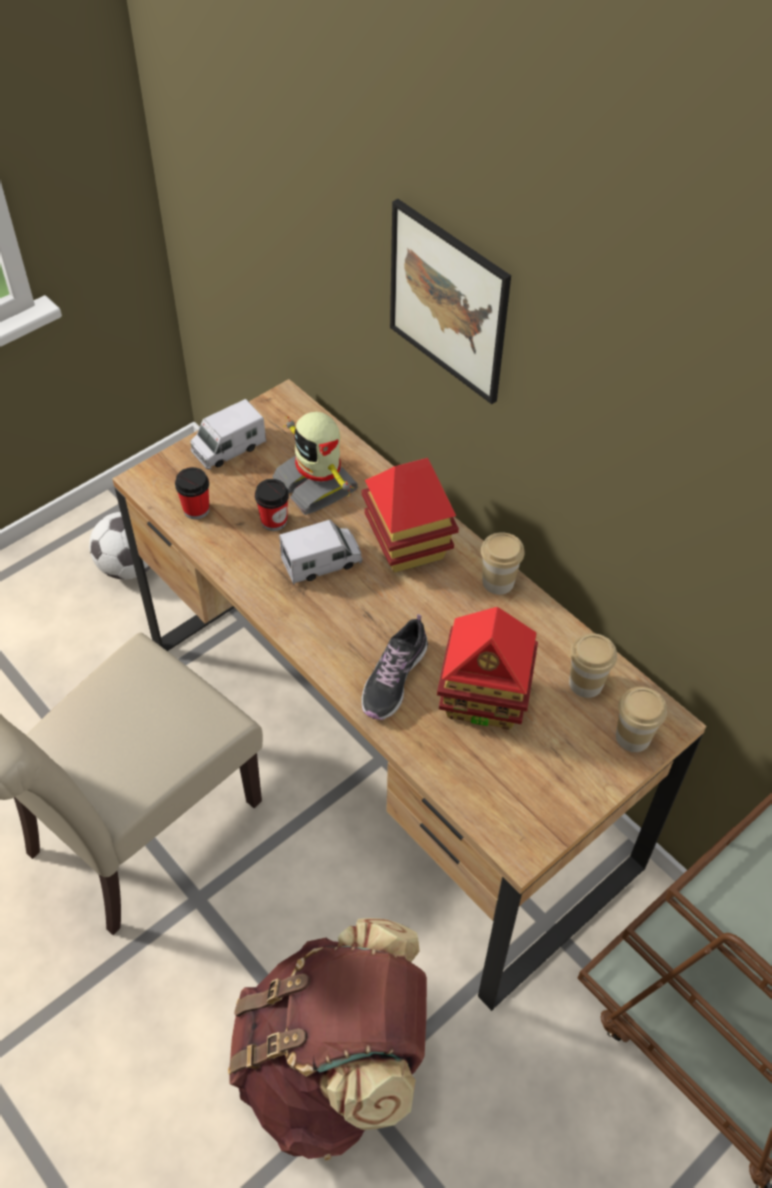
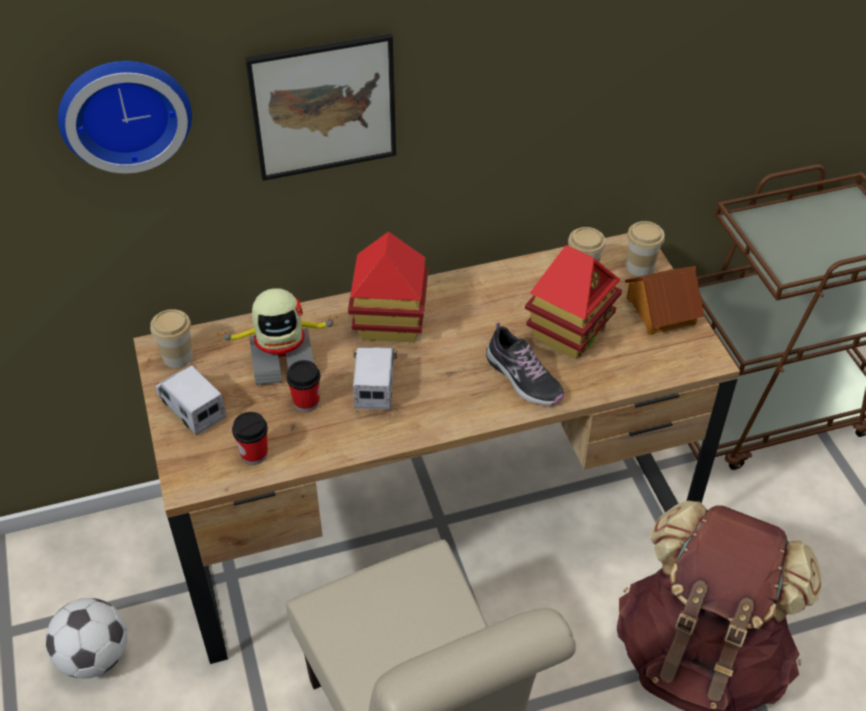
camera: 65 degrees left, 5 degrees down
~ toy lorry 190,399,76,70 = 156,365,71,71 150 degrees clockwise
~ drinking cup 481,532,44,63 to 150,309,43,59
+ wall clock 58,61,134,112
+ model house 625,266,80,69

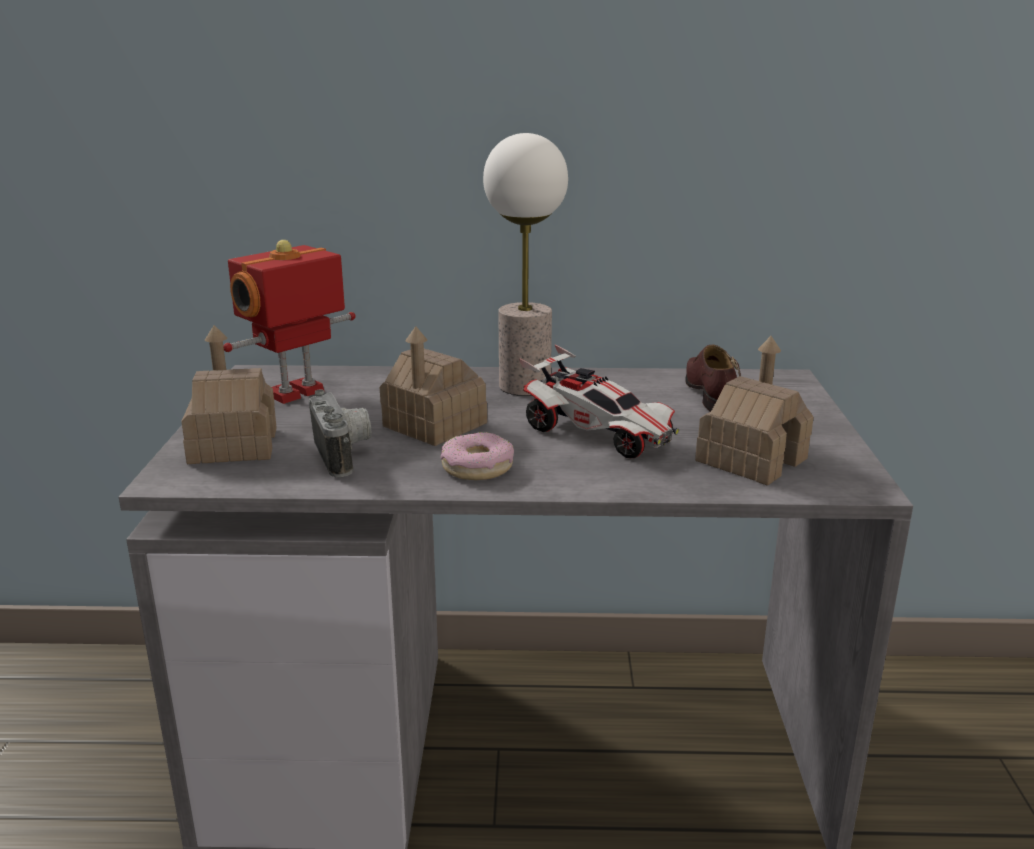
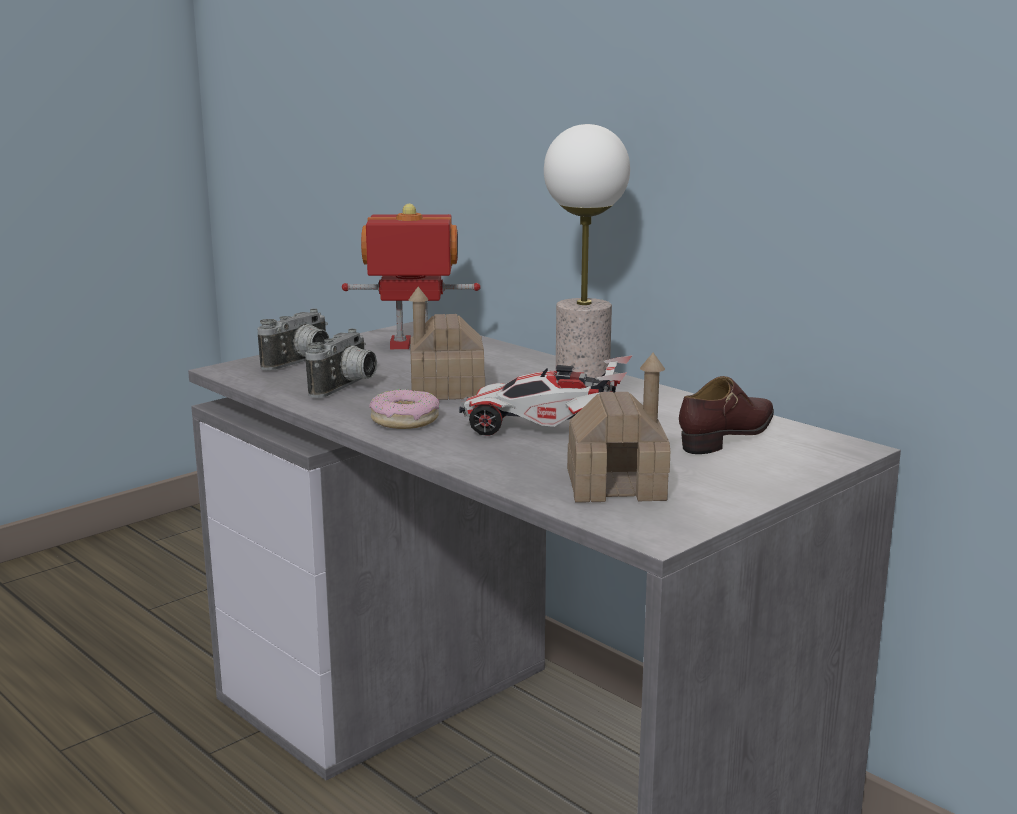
camera: 45 degrees right, 5 degrees down
~ model house 181,325,96,139 to still camera 257,309,72,61
~ model car 519,345,160,113 = 459,356,173,80 105 degrees clockwise

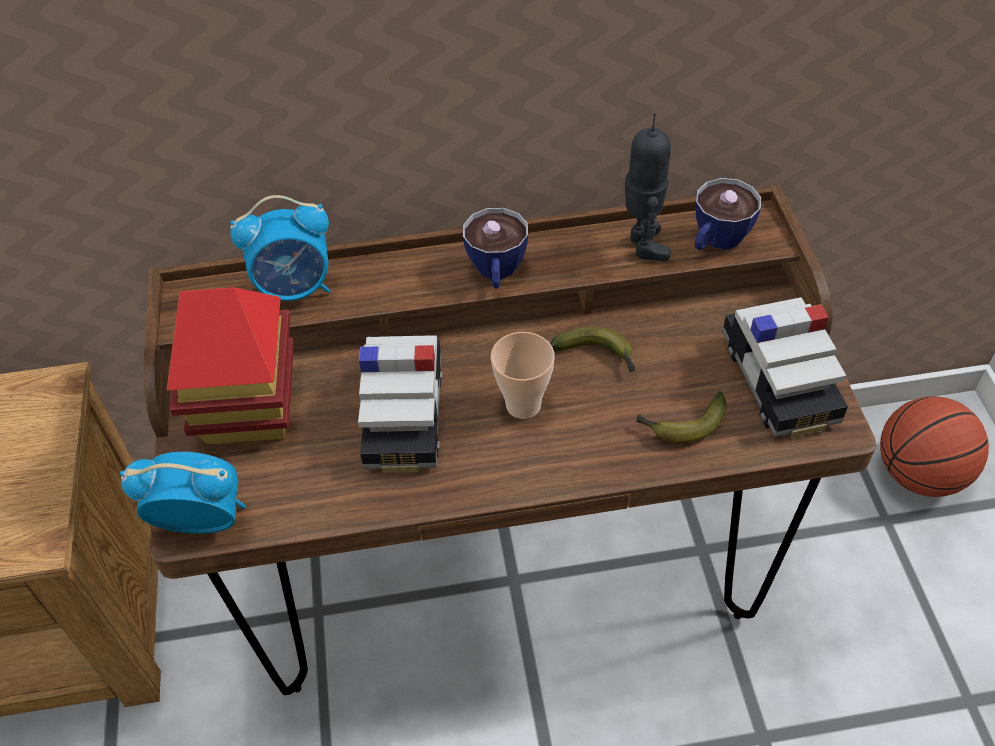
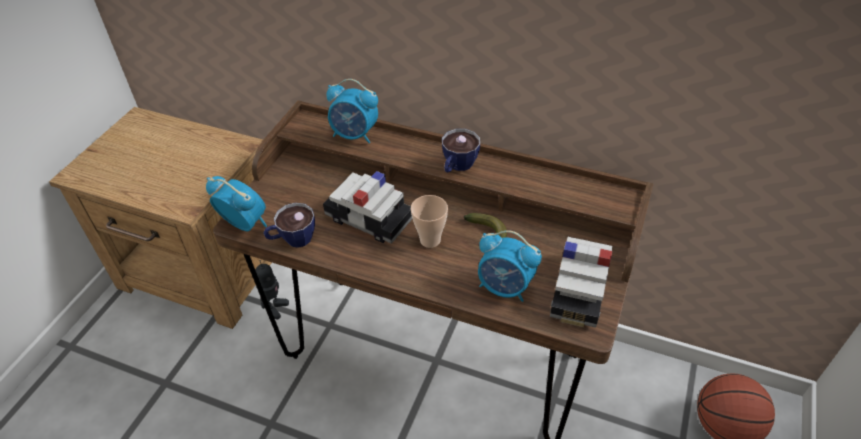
camera: 30 degrees right, 5 degrees down
- model house 167,287,127,158
~ model car 358,335,85,138 = 323,171,89,73 90 degrees clockwise
~ robot figure 625,113,46,149 to 255,260,34,60
~ banana fruit 636,391,90,52 to table clock 478,230,64,72
~ drinking cup 695,178,66,72 to 264,203,51,45

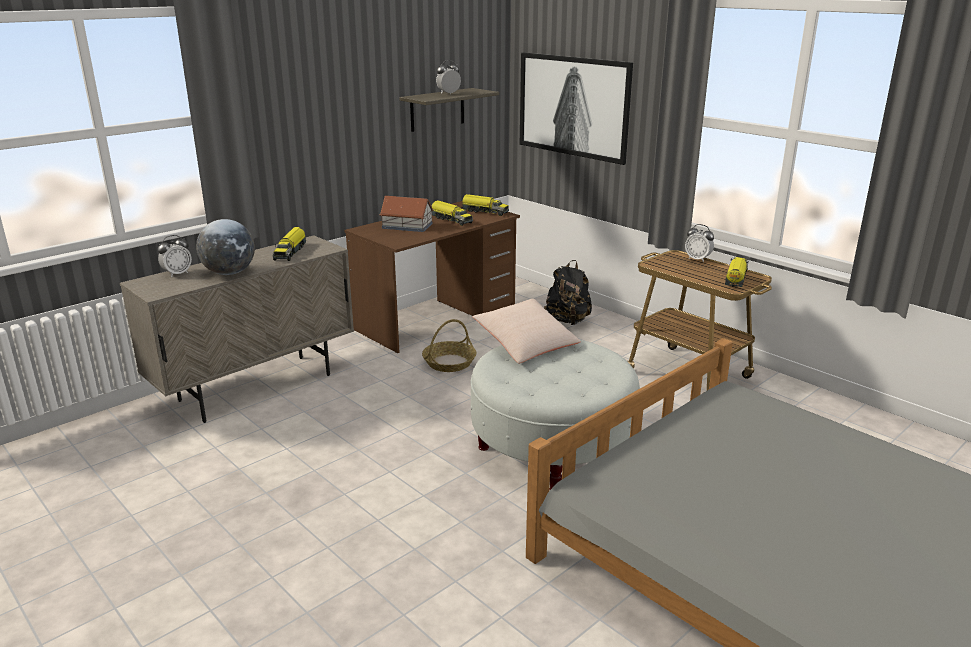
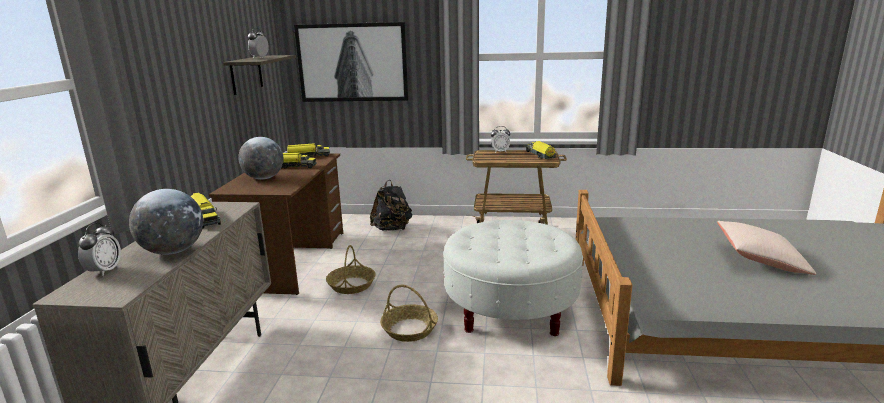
camera: 40 degrees left, 5 degrees down
~ model house 380,196,54,36 to globe 238,137,45,43
~ cushion in beige 473,299,108,65 to 717,221,99,54
+ storage basket 380,285,58,57

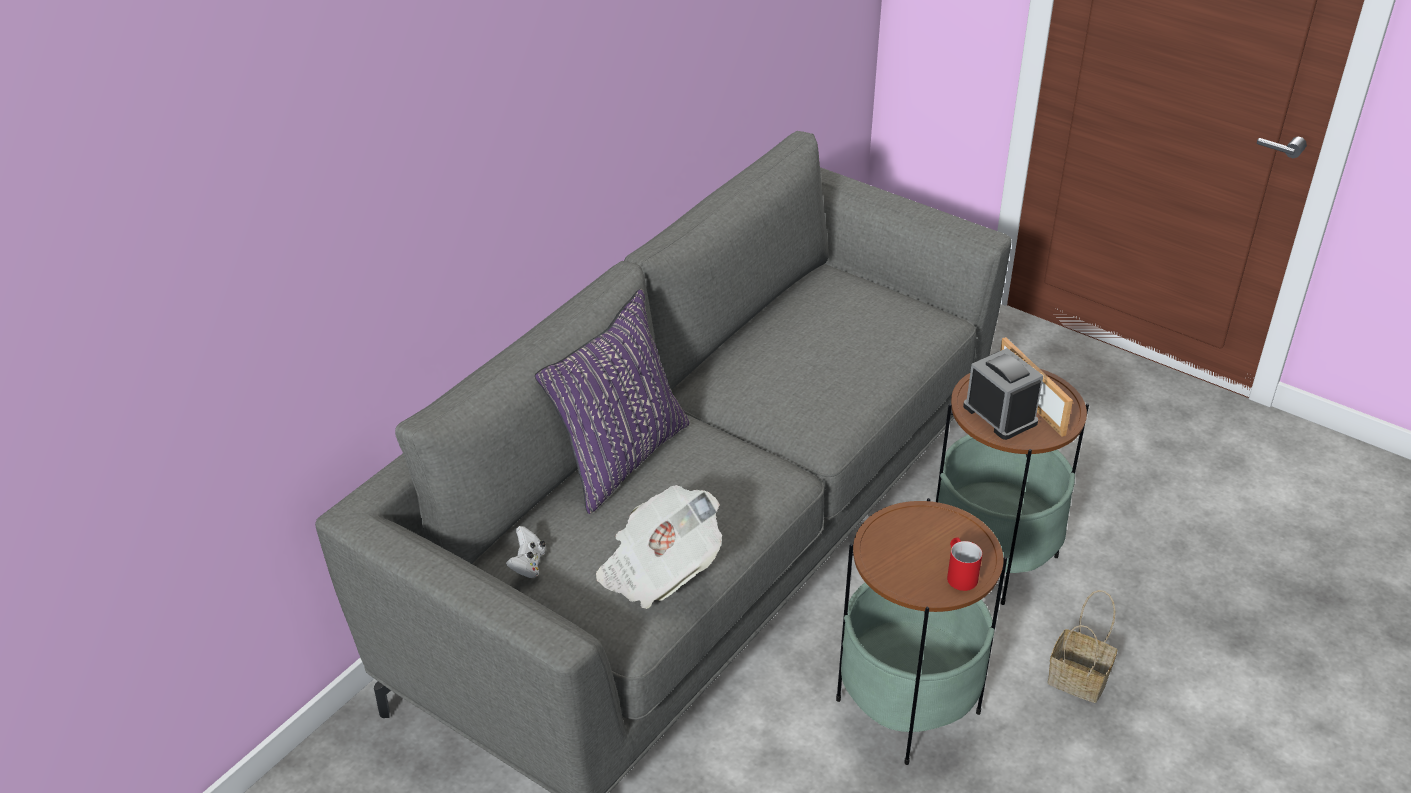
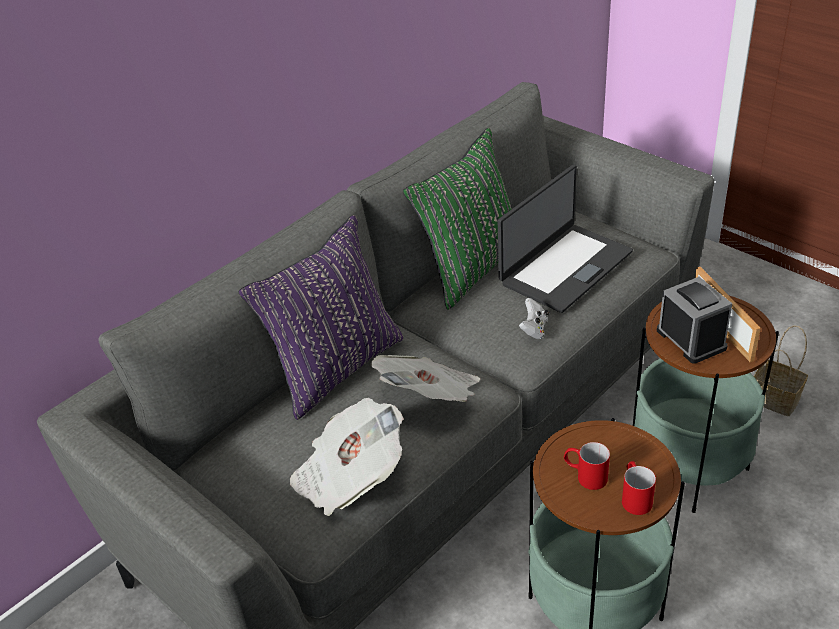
camera: 10 degrees right, 0 degrees up
~ joypad in white-coloured 506,526,39,52 to 519,298,30,41
~ storage basket 1047,590,70,113 to 754,325,54,91
+ printed paper 371,355,109,47
+ cushion in green-coloured 403,128,109,182
+ laptop 498,165,135,148
+ coffee mug in reddish 564,442,46,48

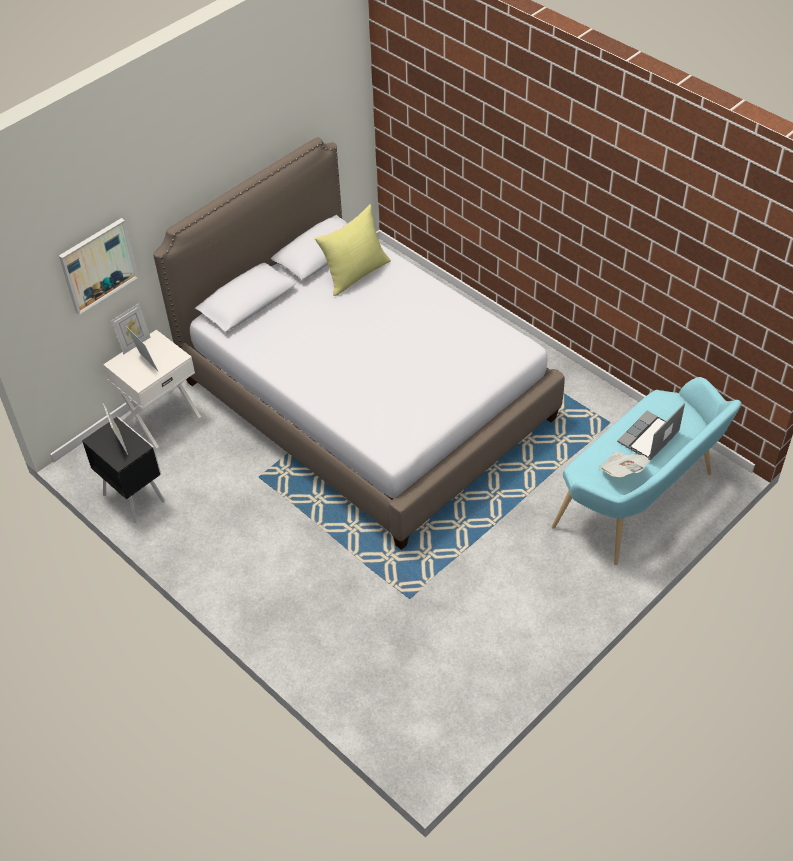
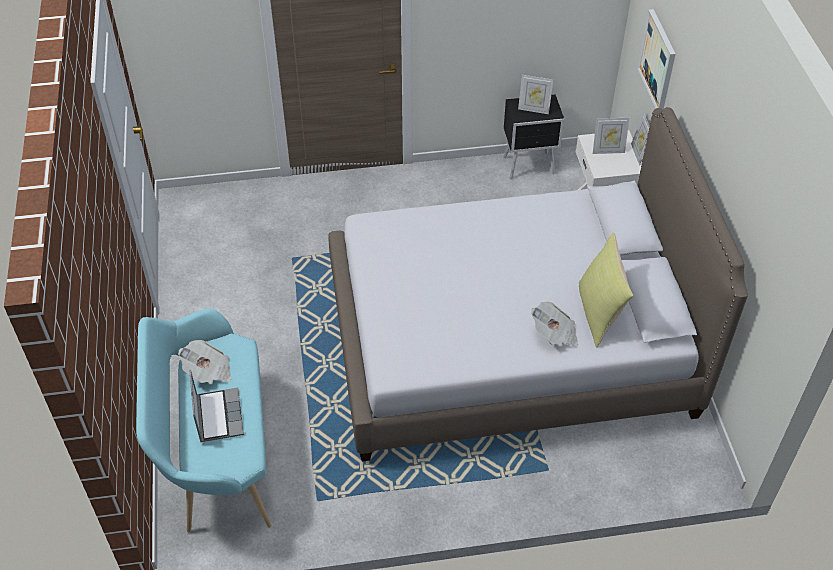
camera: 125 degrees right, 0 degrees up
+ printed paper 531,302,47,45

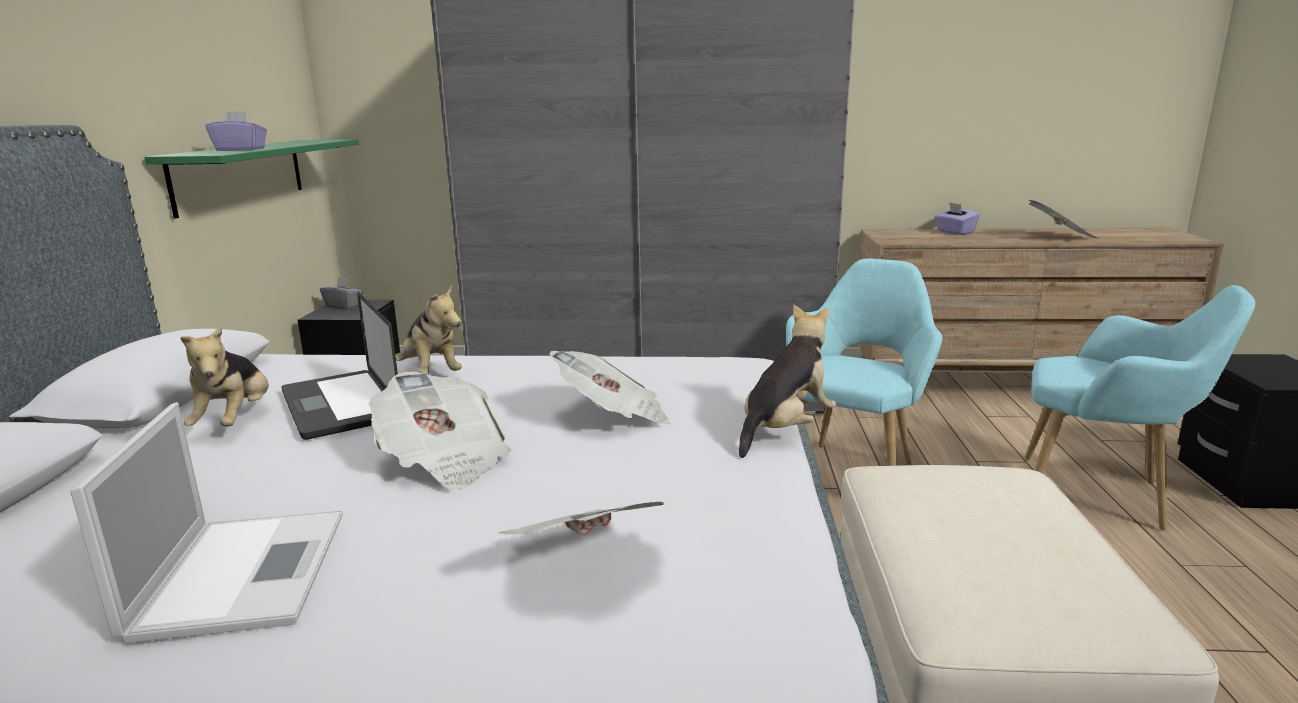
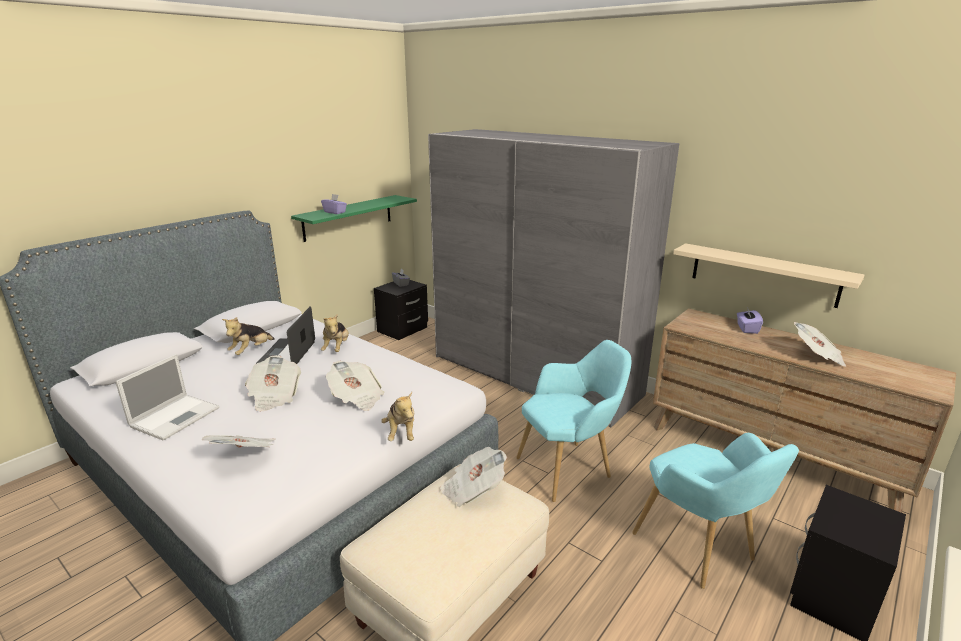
camera: 35 degrees right, 5 degrees up
~ soft toy 739,304,97,154 = 381,392,33,49 90 degrees clockwise
+ printed paper 440,447,67,60
+ shelf in beige 673,243,191,65

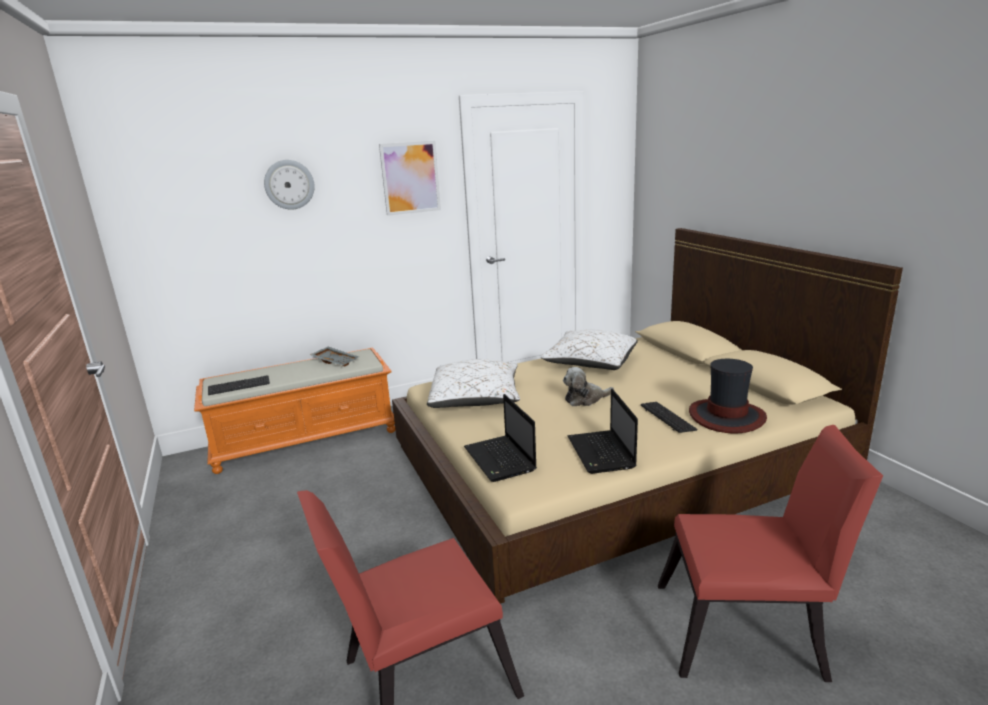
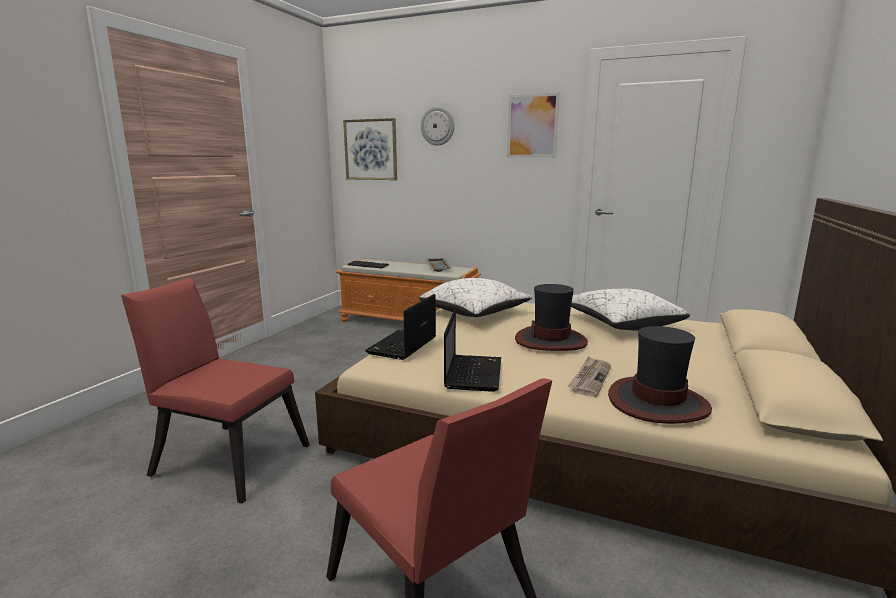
camera: 45 degrees right, 5 degrees down
~ soft toy 563,367,51,39 to wearable hat 515,284,73,67
~ laptop 567,389,71,85 = 444,310,57,82 150 degrees clockwise
~ computer keyboard 641,402,56,31 to printed paper 568,356,43,41
+ picture 343,118,54,62

